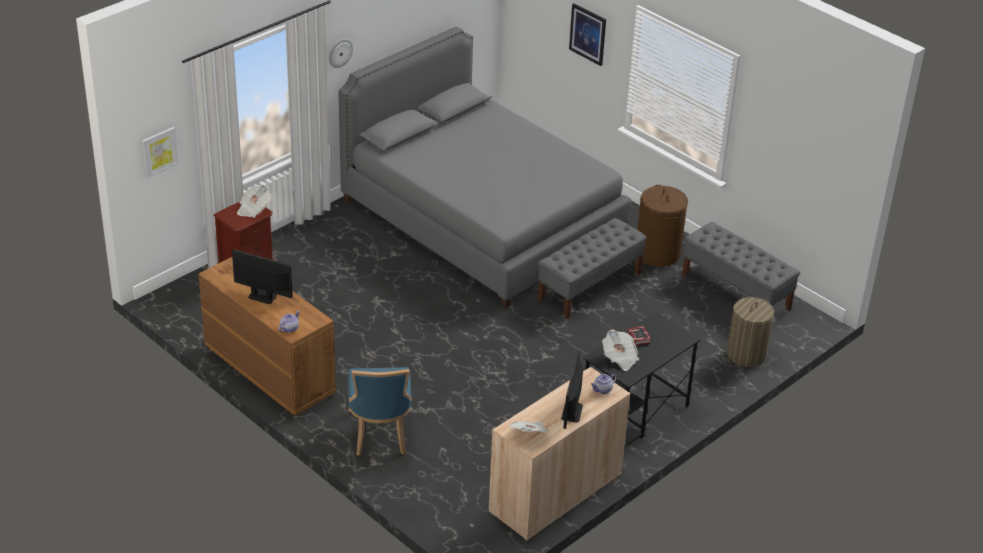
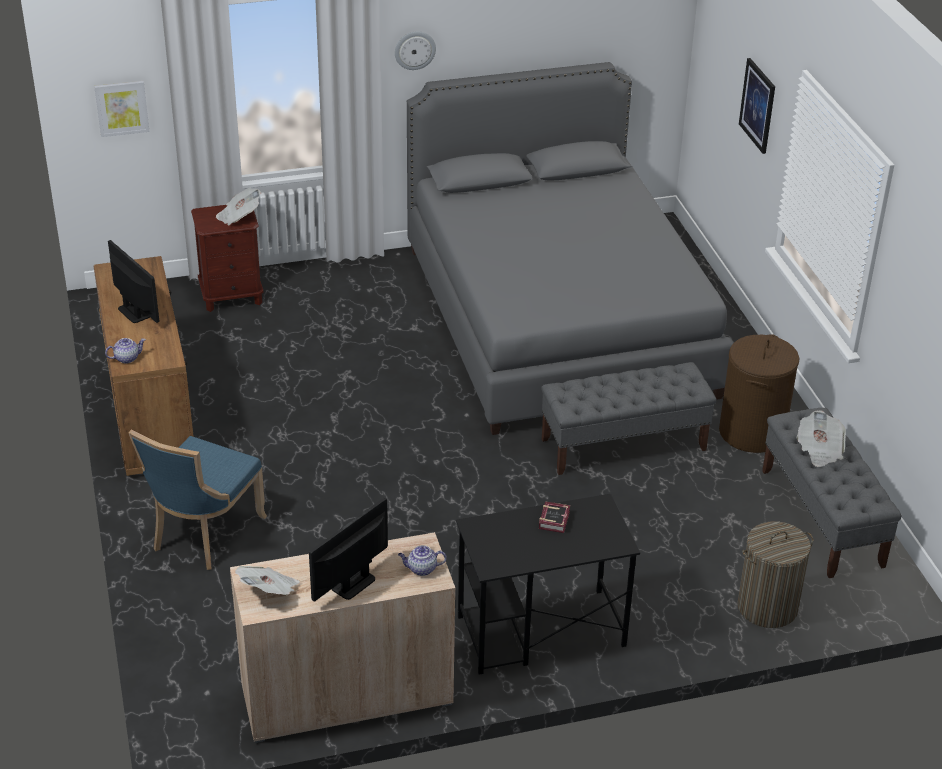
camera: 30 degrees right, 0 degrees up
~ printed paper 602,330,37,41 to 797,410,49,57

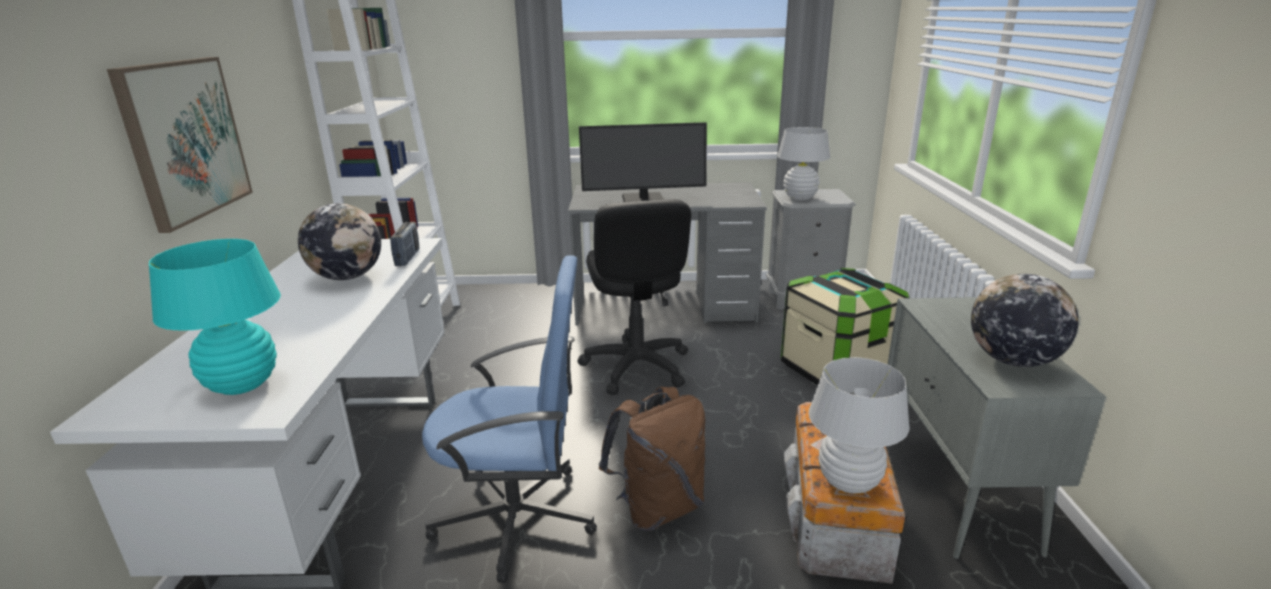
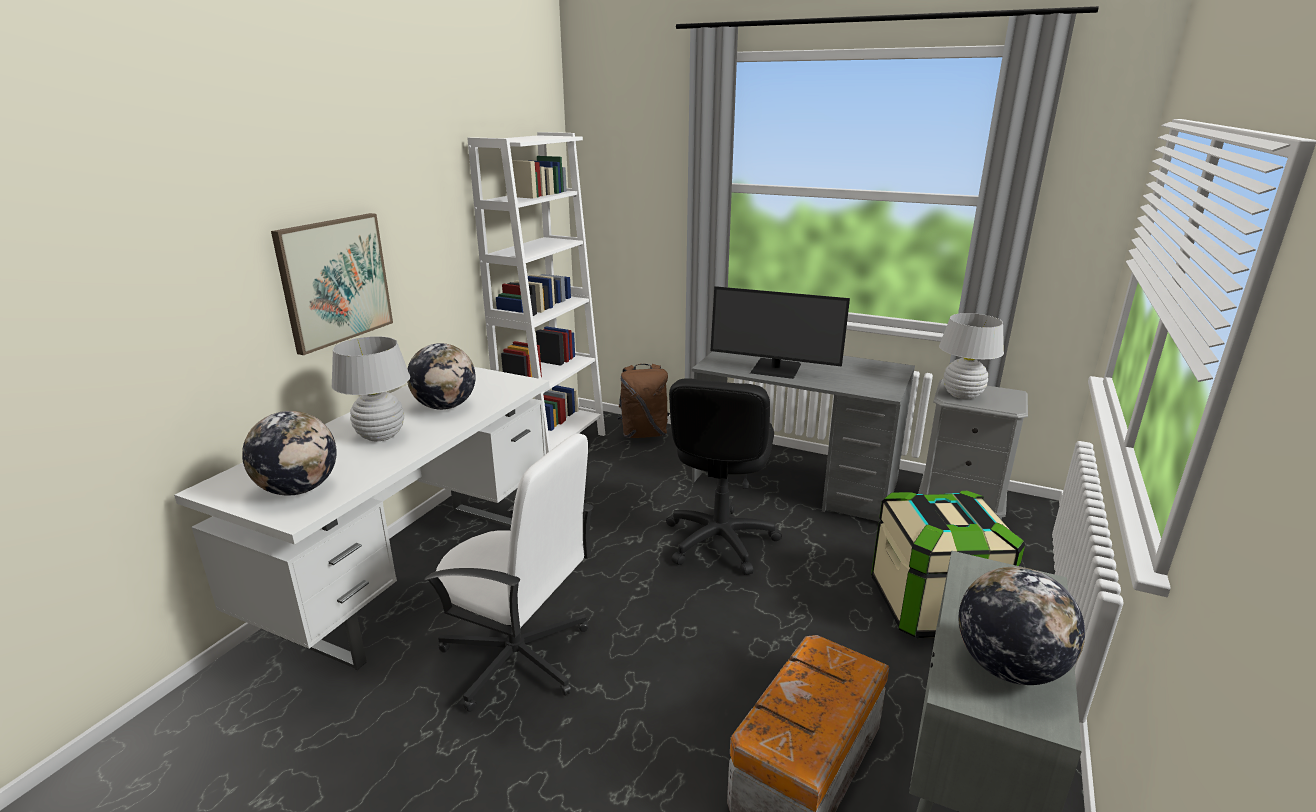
camera: 25 degrees right, 0 degrees up
~ table lamp in turquoise 149,239,132,156 to globe 242,411,95,85
- radio receiver 390,222,29,44
~ office chair in blue-coloured 422,255,175,329 to office chair in white-coloured 424,433,170,279
~ knapsack in brown-coloured 599,387,106,144 to 618,364,52,74
~ table lamp in white-coloured 809,357,101,136 to 331,336,79,105

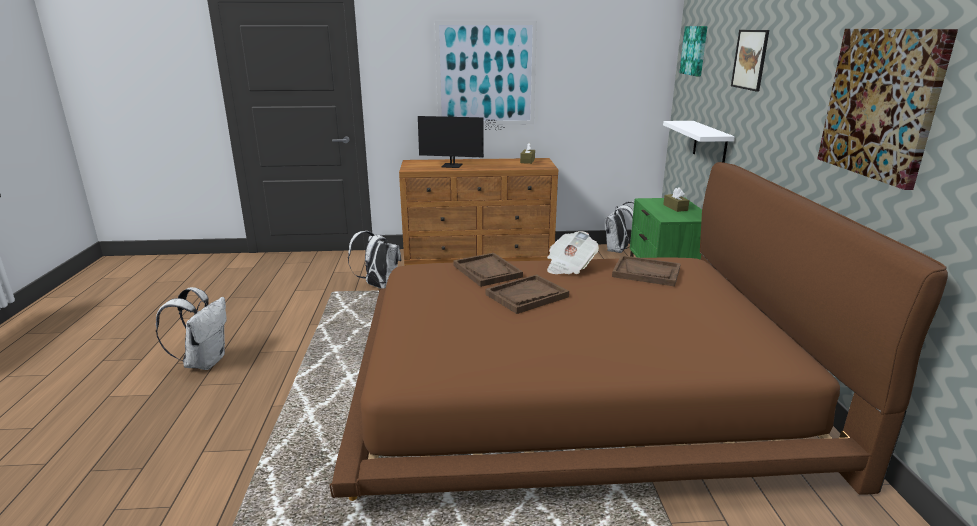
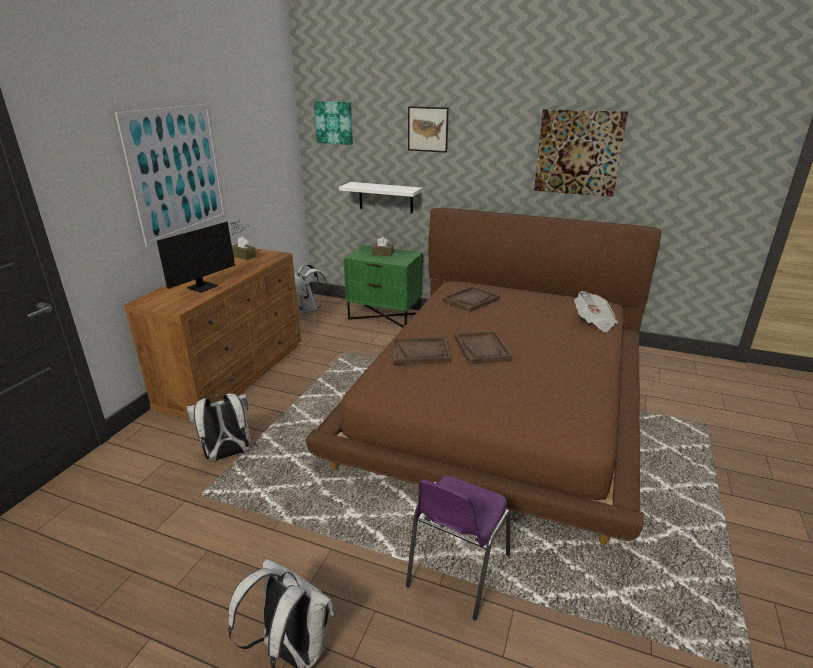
camera: 65 degrees left, 5 degrees up
~ printed paper 547,231,52,43 to 574,291,44,41
+ chair in purple 406,476,105,145

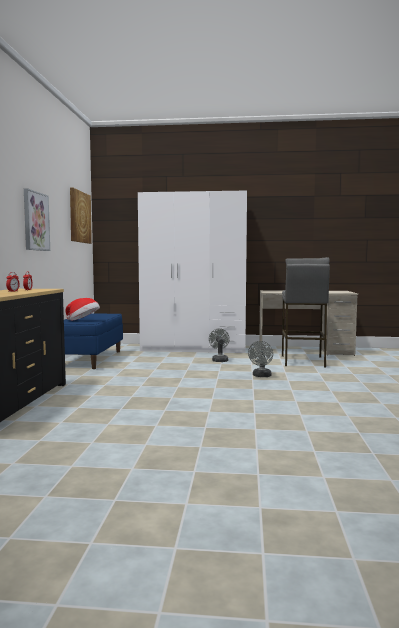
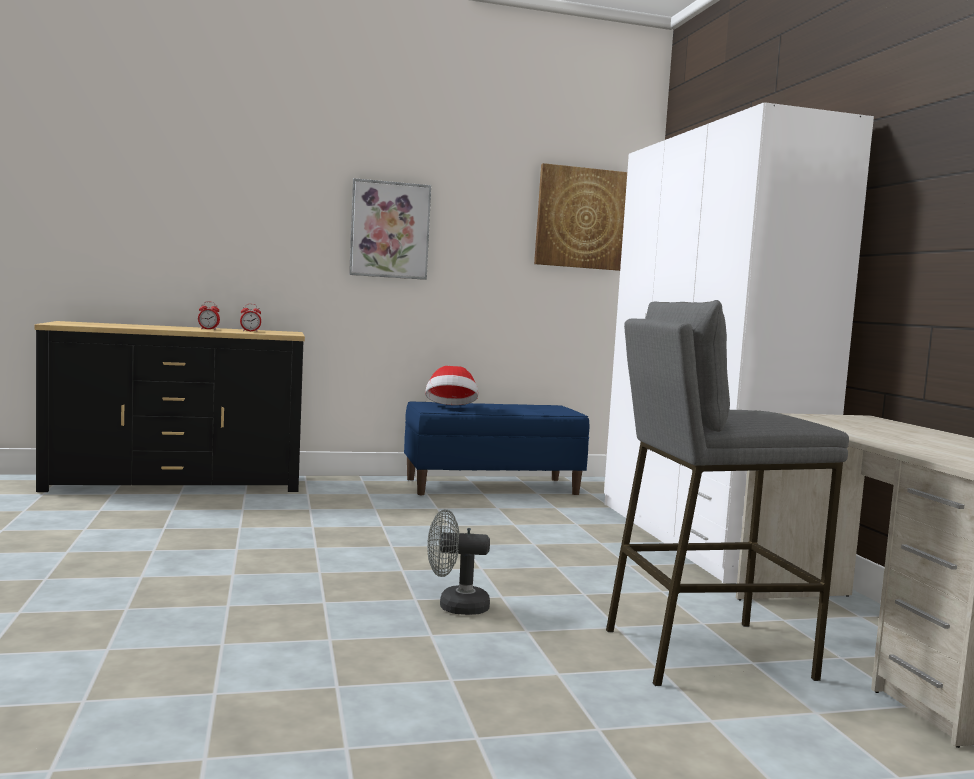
camera: 70 degrees right, 0 degrees up
- electric fan in greyish 209,328,21,34

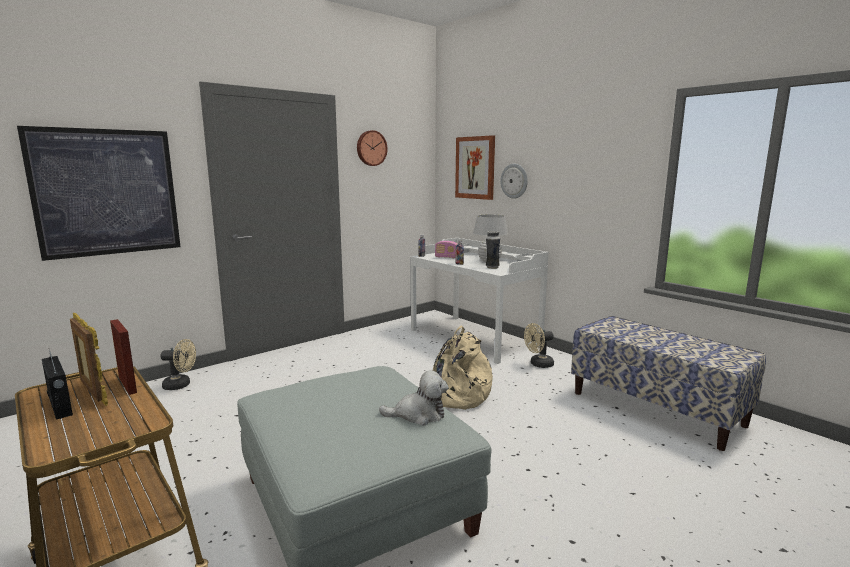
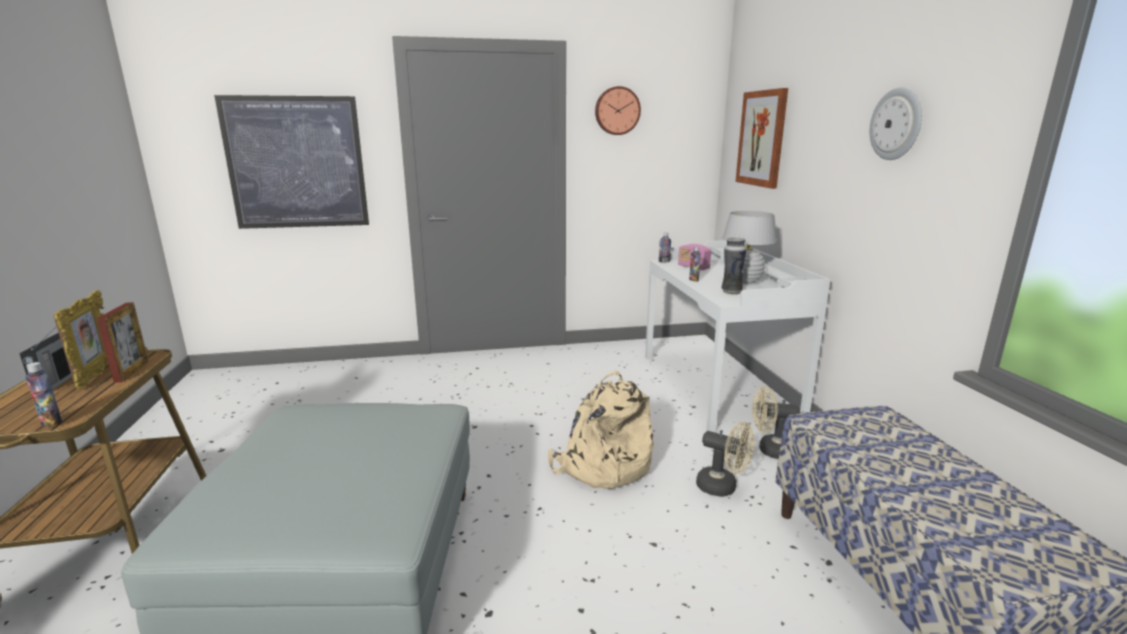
camera: 30 degrees right, 5 degrees up
~ electric fan in beige 160,339,36,51 to 696,422,58,75
- soft toy 379,370,70,56
~ wall clock 500,164,28,35 to 870,88,52,72
+ drink bottle 25,362,37,64

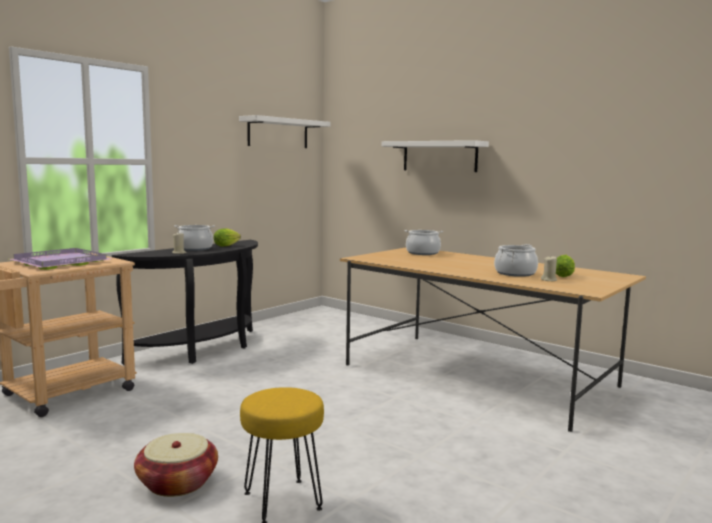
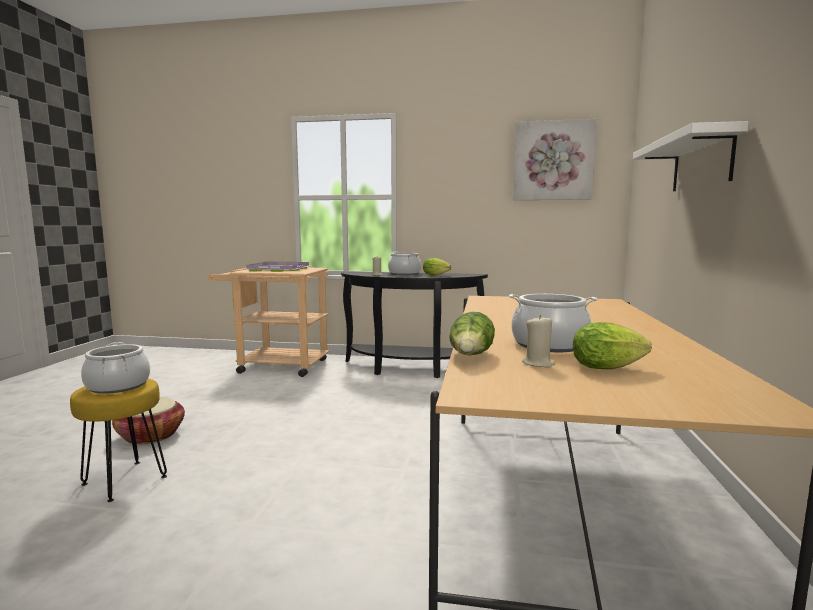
camera: 60 degrees right, 0 degrees up
~ shelf in white-coloured 239,115,92,33 to picture 513,119,84,81
~ saucepot 405,230,38,25 to 81,342,69,52
+ head of lettuce 449,312,46,43

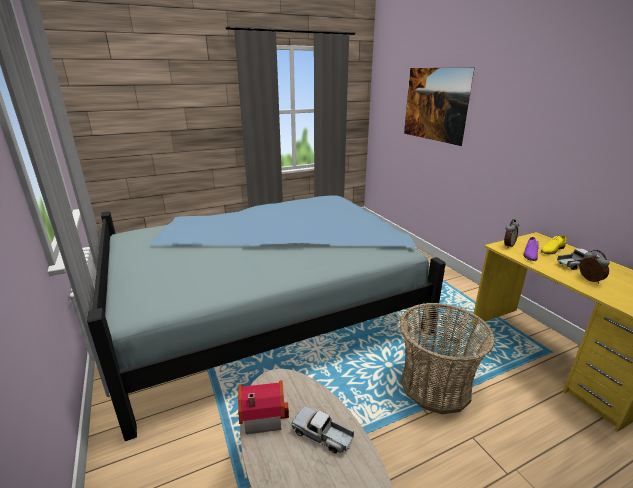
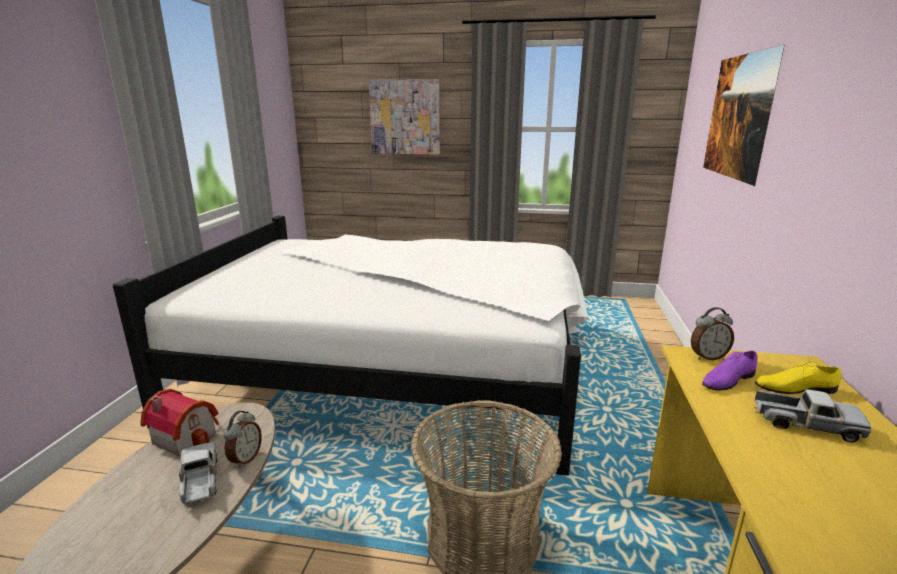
camera: 35 degrees right, 5 degrees down
~ bedroom bed in blue-coloured 87,195,359,246 to bedroom bed in white-coloured 113,215,475,261
~ table clock 579,250,31,34 to 223,411,39,57
+ picture 369,79,71,76

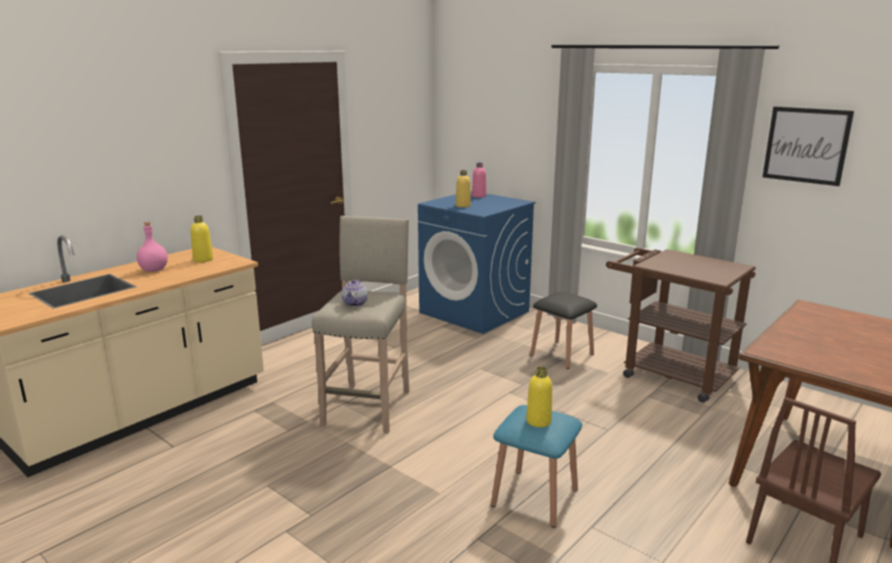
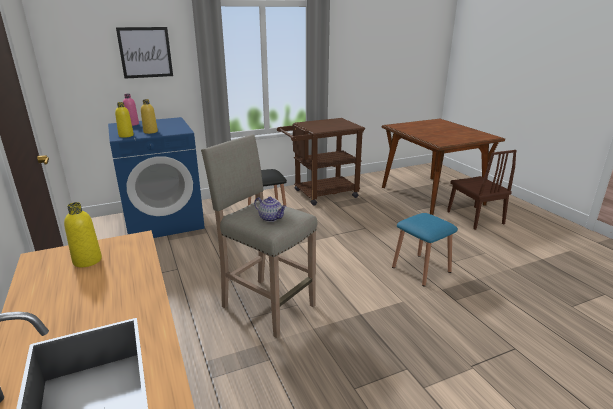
camera: 65 degrees left, 5 degrees up
- drink bottle in pinkish 137,221,31,51
~ drink bottle in yellow-coloured 526,366,26,61 to 115,102,19,36
~ picture 763,106,91,80 to 116,27,57,52

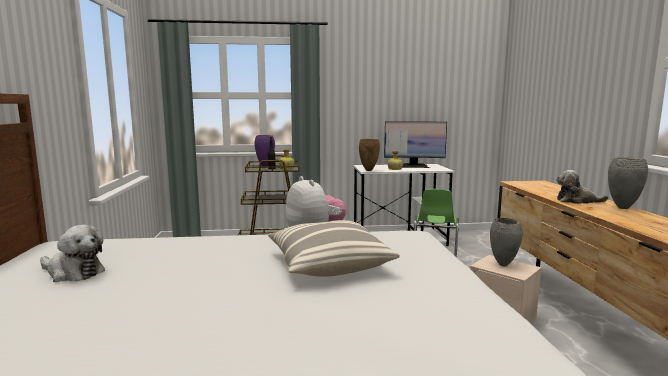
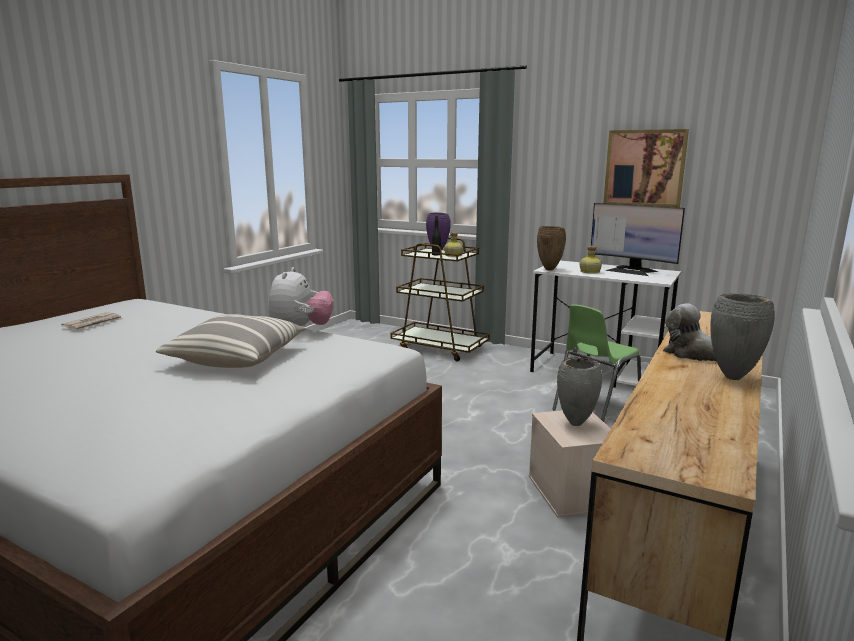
camera: 35 degrees right, 5 degrees up
~ soft toy 40,224,65,58 to printed paper 61,312,62,17
+ picture 604,129,85,79

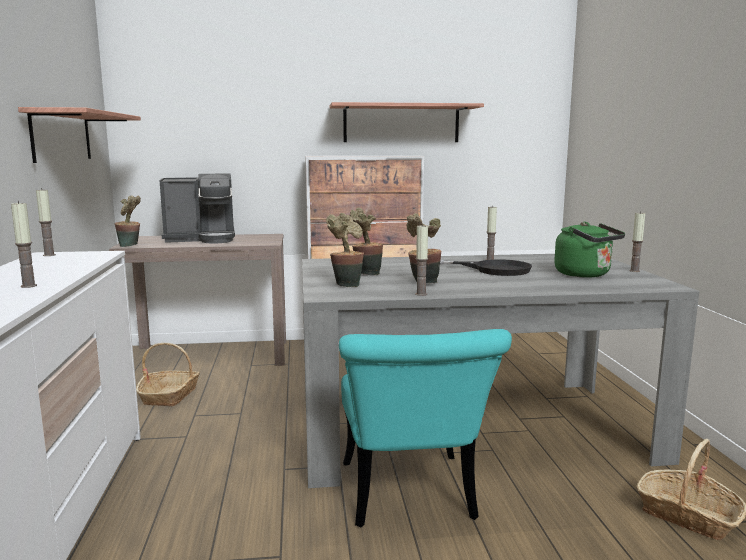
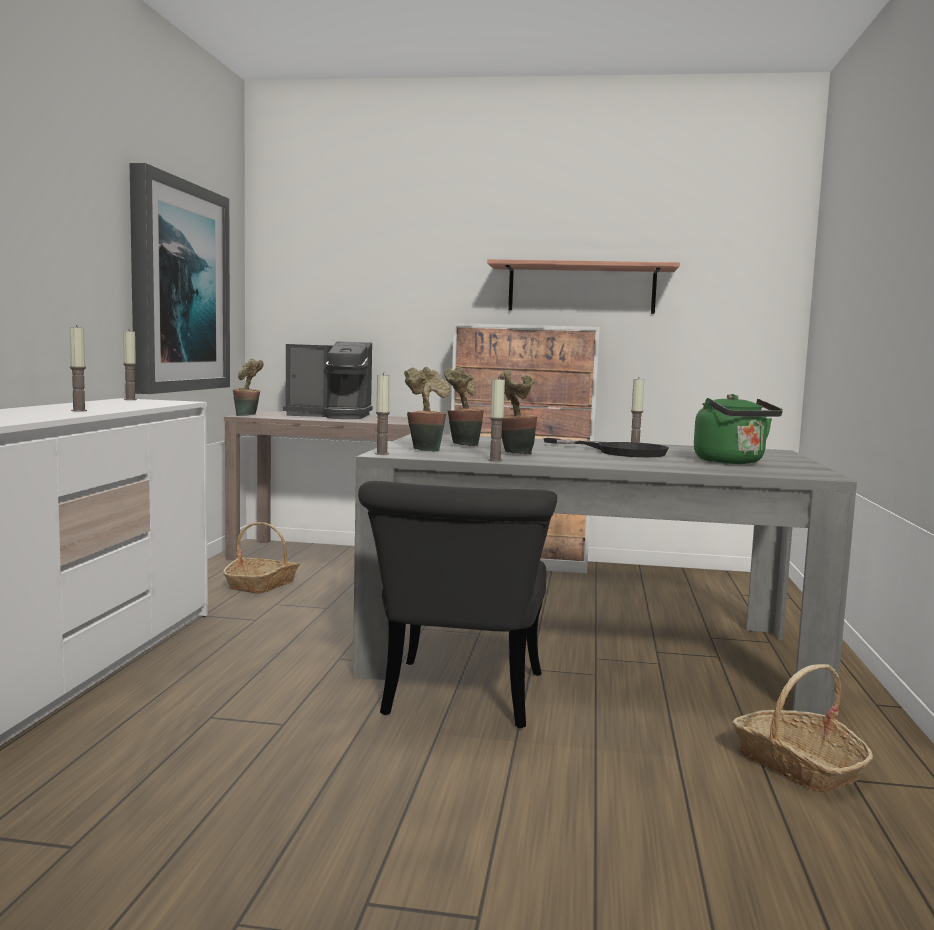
camera: 15 degrees right, 5 degrees down
~ shelf 18,107,123,56 to picture 130,163,100,231
~ chair in turquoise 339,329,173,198 to chair in black-coloured 358,481,199,247
~ wax candle 629,211,16,61 to 375,373,15,82

